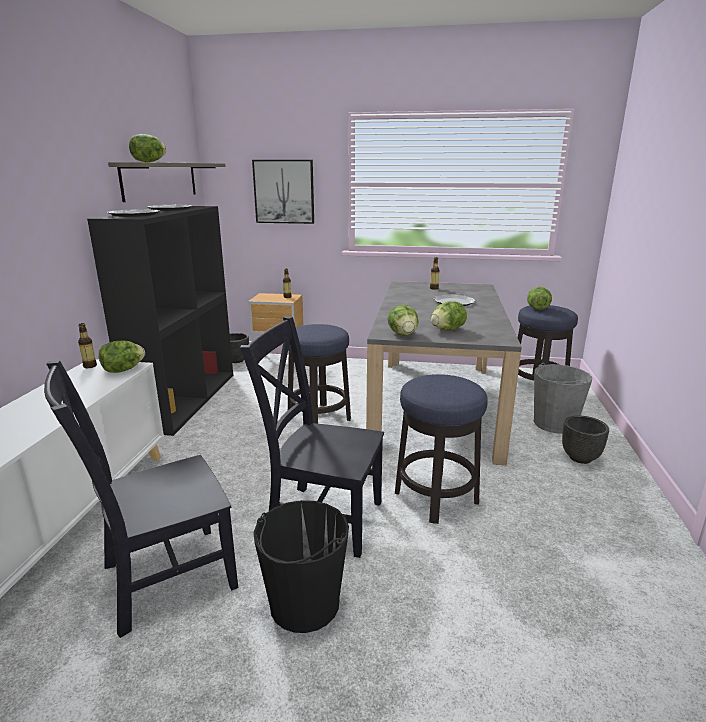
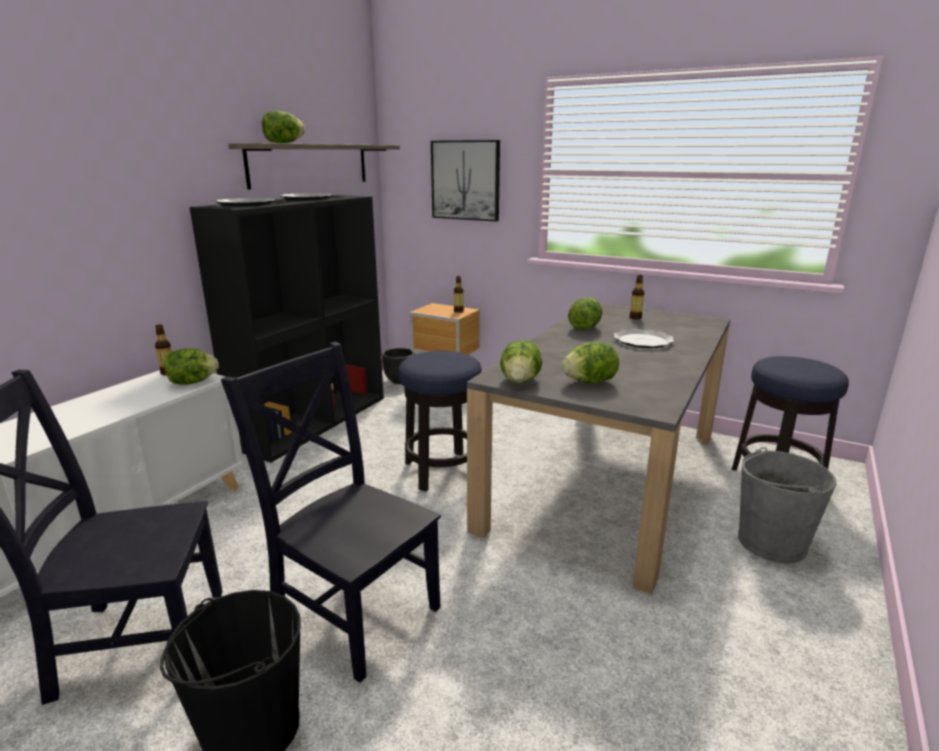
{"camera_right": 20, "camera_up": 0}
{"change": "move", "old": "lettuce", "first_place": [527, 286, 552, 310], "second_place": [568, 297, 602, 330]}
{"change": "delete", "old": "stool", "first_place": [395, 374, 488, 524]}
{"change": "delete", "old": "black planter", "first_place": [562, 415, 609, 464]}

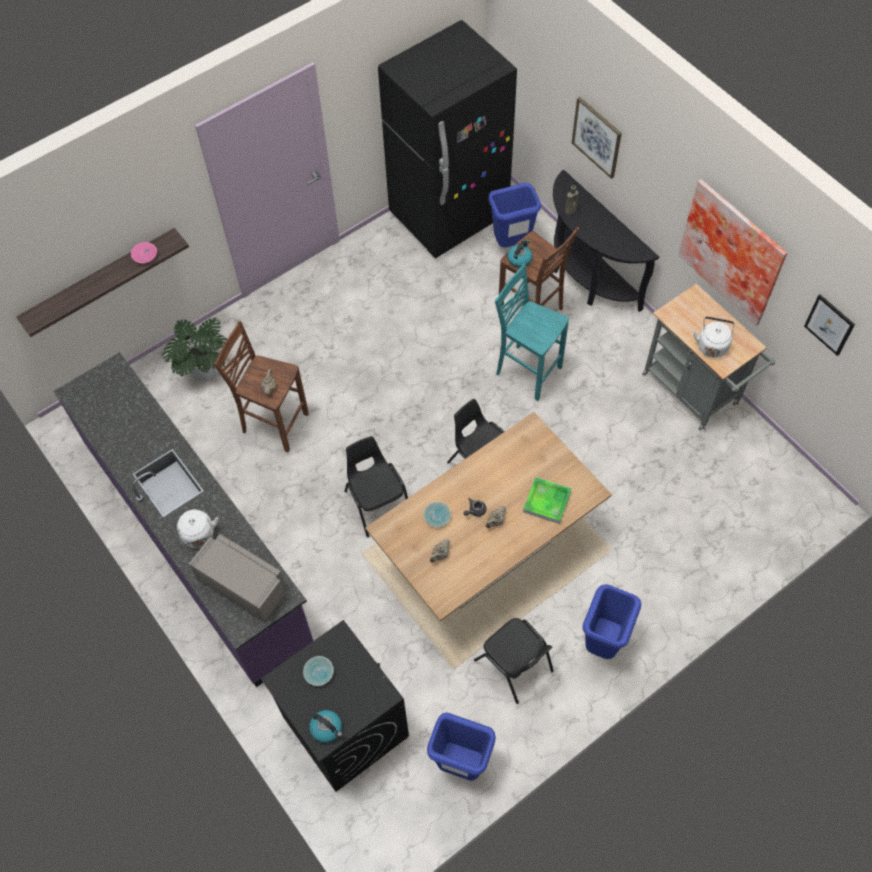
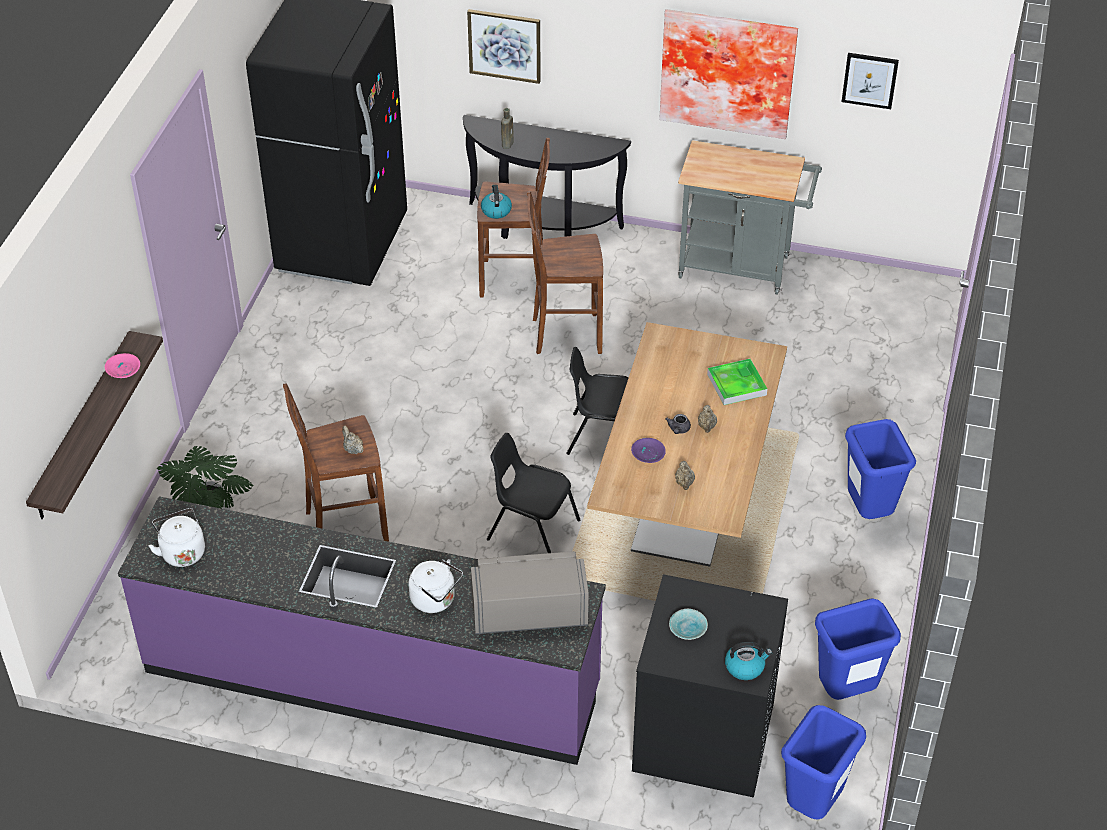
{"camera_right": -40, "camera_up": -15}
{"change": "move", "old": "white kettle", "first_place": [693, 317, 735, 358], "second_place": [149, 508, 205, 567]}
{"change": "recolor", "old": "turquoise stool", "new": "brown stool", "first_place": [495, 264, 569, 401], "second_place": [527, 191, 603, 354]}
{"change": "recolor", "old": "turquoise bowl", "new": "purple bowl", "first_place": [423, 502, 451, 527], "second_place": [631, 438, 666, 463]}
{"change": "move", "old": "blue trash can", "first_place": [488, 183, 541, 248], "second_place": [781, 705, 866, 819]}
{"change": "delete", "old": "black chair", "first_place": [474, 618, 554, 704]}

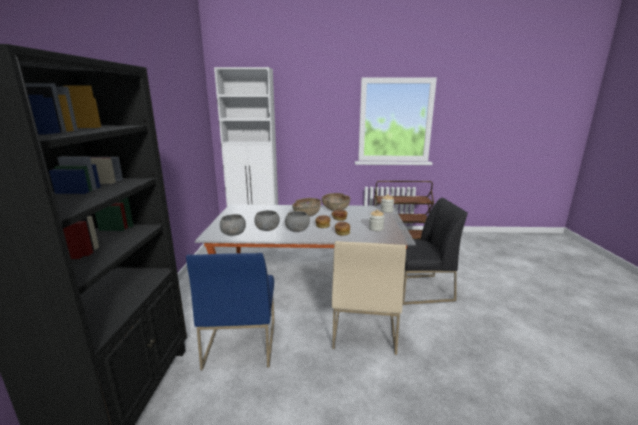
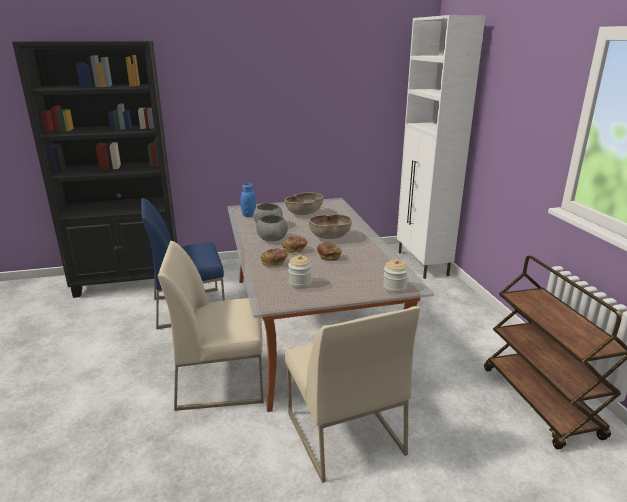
{"camera_right": 75, "camera_up": 5}
{"change": "replace", "old": "grey bowl", "new": "blue jar", "first_place": [220, 214, 246, 236], "second_place": [240, 183, 256, 217]}
{"change": "move", "old": "brown bowl", "first_place": [322, 193, 350, 211], "second_place": [285, 192, 323, 215]}
{"change": "recolor", "old": "black chair", "new": "beige chair", "first_place": [403, 197, 468, 305], "second_place": [285, 306, 420, 483]}

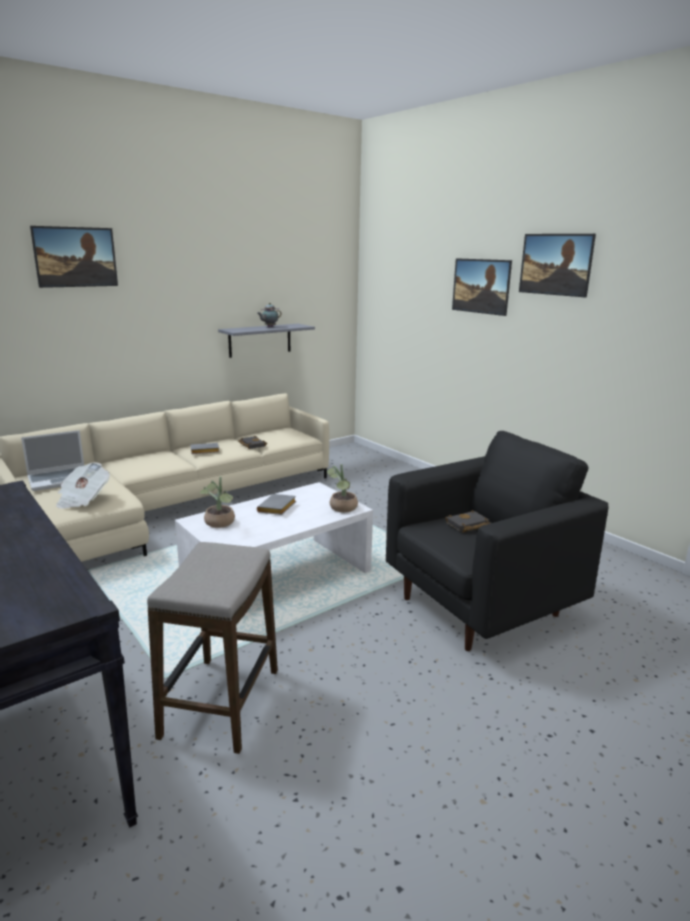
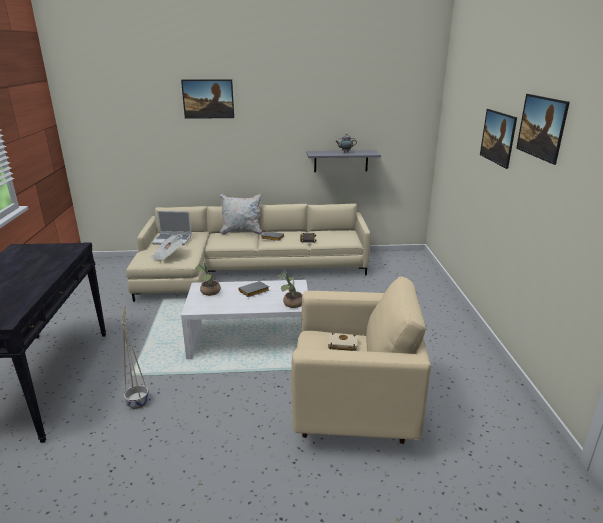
{"camera_right": 35, "camera_up": 5}
{"change": "replace", "old": "stool", "new": "beige planter", "first_place": [147, 542, 278, 754], "second_place": [121, 306, 150, 409]}
{"change": "insert", "new": "white pillow", "second_place": [219, 194, 262, 235]}
{"change": "recolor", "old": "black armchair", "new": "beige armchair", "first_place": [386, 431, 608, 651], "second_place": [291, 276, 431, 444]}
{"change": "recolor", "old": "black book", "new": "beige book", "first_place": [445, 510, 490, 533], "second_place": [328, 333, 358, 351]}

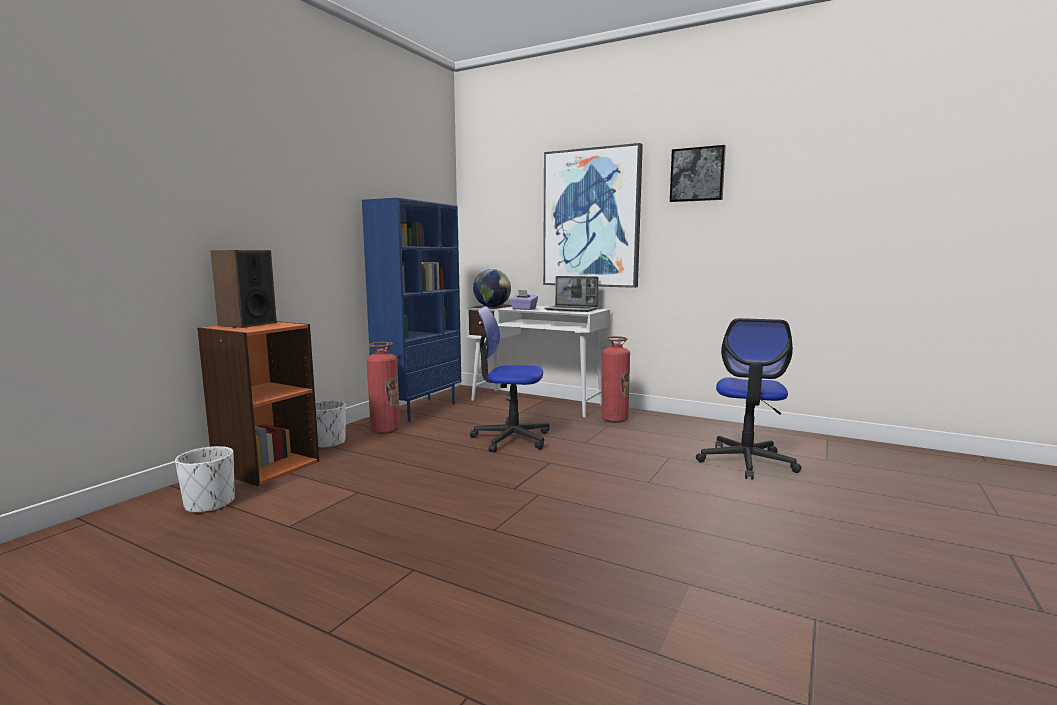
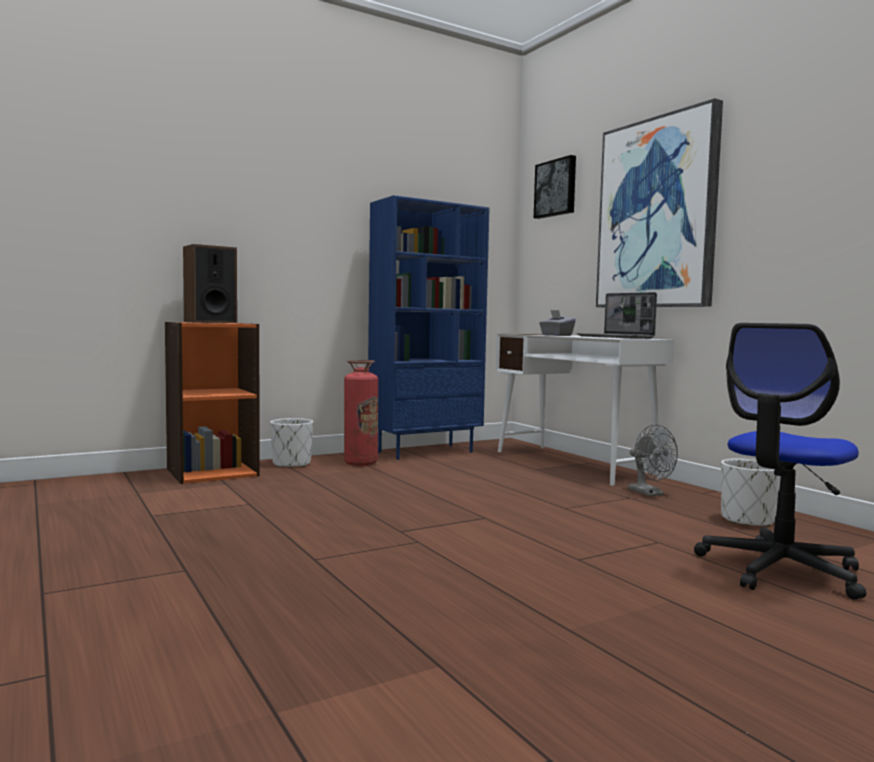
{"camera_right": 30, "camera_up": -5}
{"change": "move", "old": "picture", "first_place": [670, 145, 726, 202], "second_place": [534, 155, 576, 219]}
{"change": "recolor", "old": "purple tissue box", "new": "grey tissue box", "first_place": [510, 290, 538, 310], "second_place": [539, 310, 576, 336]}
{"change": "replace", "old": "fire extinguisher", "new": "grey fan", "first_place": [601, 336, 630, 423], "second_place": [628, 424, 678, 496]}
{"change": "move", "old": "white planter", "first_place": [175, 446, 235, 513], "second_place": [721, 459, 781, 527]}
{"change": "delete", "old": "office chair", "first_place": [470, 306, 550, 453]}
{"change": "delete", "old": "globe", "first_place": [473, 269, 511, 307]}

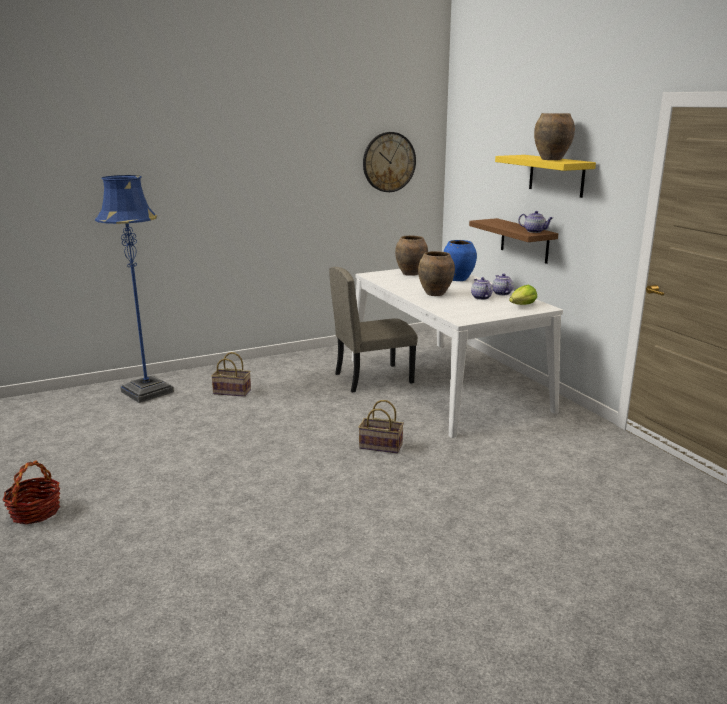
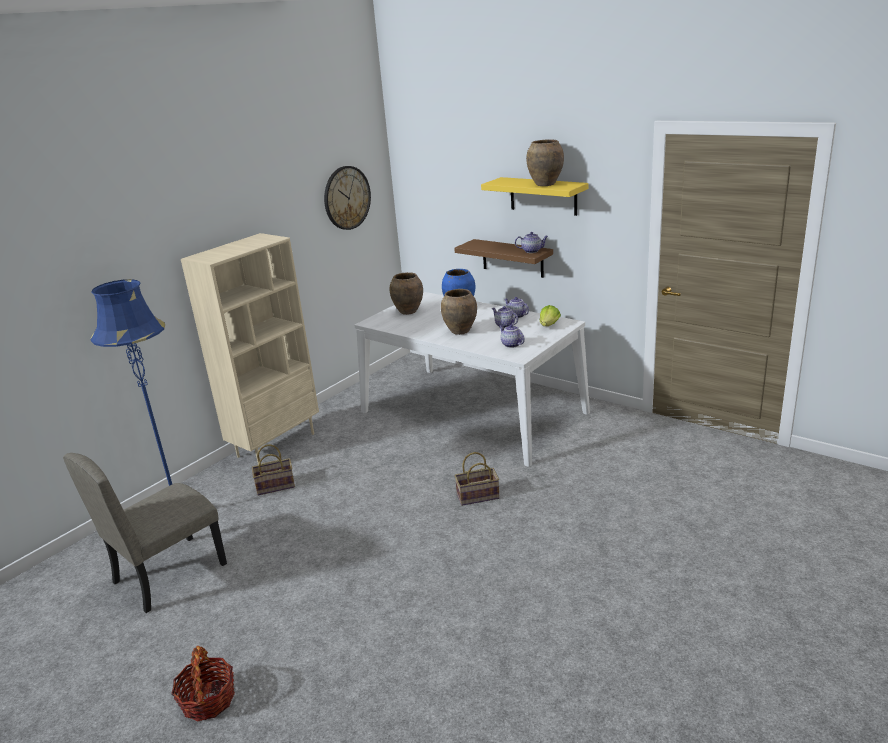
{"camera_right": -25, "camera_up": 5}
{"change": "move", "old": "beige chair", "first_place": [329, 267, 418, 393], "second_place": [63, 453, 227, 613]}
{"change": "insert", "new": "beige bookcase", "second_place": [181, 233, 319, 465]}
{"change": "insert", "new": "teapot", "second_place": [499, 324, 525, 348]}

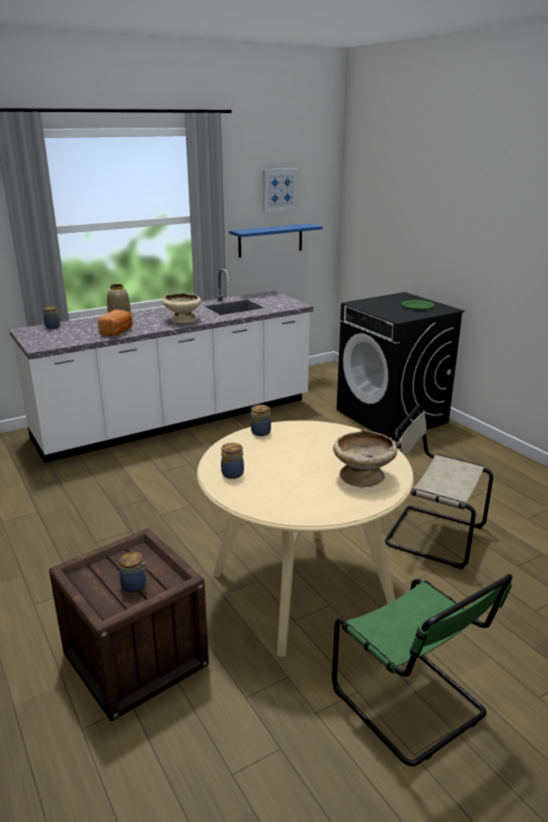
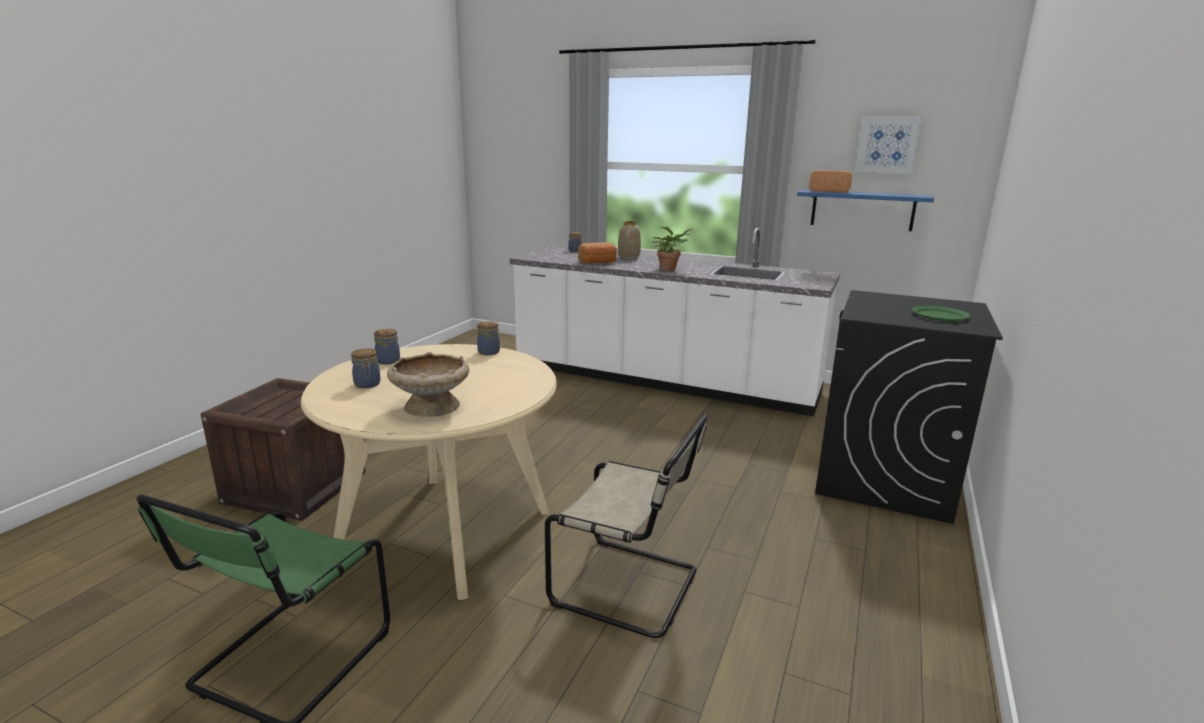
{"camera_right": 55, "camera_up": -5}
{"change": "move", "old": "jar", "first_place": [119, 552, 148, 593], "second_place": [351, 349, 380, 388]}
{"change": "rotate", "old": "beige chair", "first_place": [385, 405, 493, 569], "second_place": [545, 414, 708, 638], "degrees": 120}
{"change": "replace", "old": "beige bowl", "new": "potted plant", "first_place": [162, 292, 201, 323], "second_place": [652, 227, 693, 271]}
{"change": "insert", "new": "bread", "second_place": [809, 170, 852, 192]}

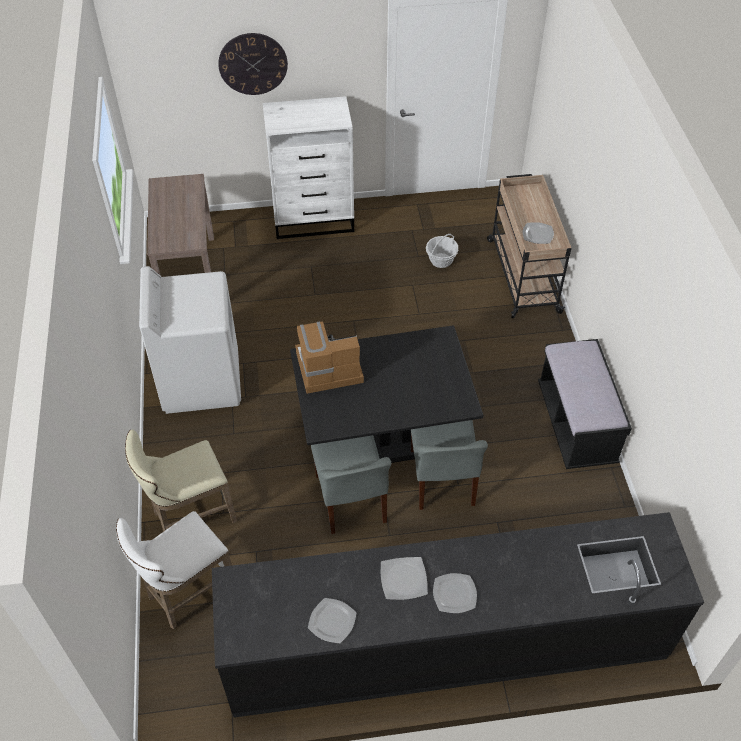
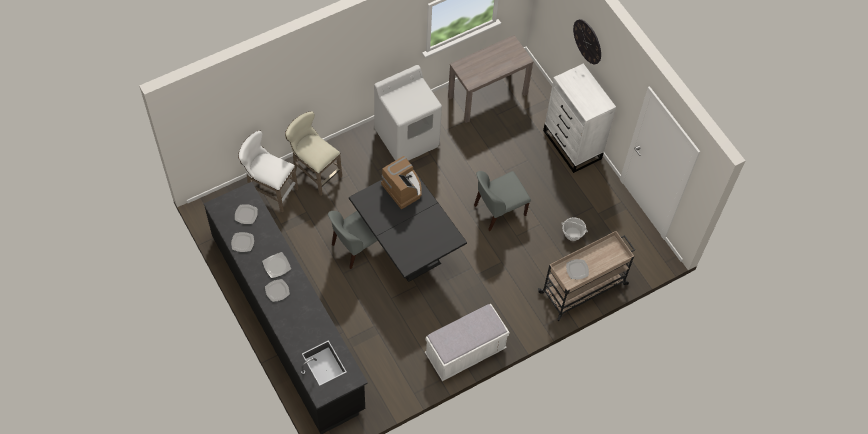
{"camera_right": 65, "camera_up": 10}
{"change": "insert", "new": "plate", "second_place": [235, 204, 258, 224]}
{"change": "recolor", "old": "black bench", "new": "white bench", "first_place": [538, 339, 632, 469], "second_place": [425, 304, 510, 381]}
{"change": "move", "old": "grey chair", "first_place": [411, 420, 488, 510], "second_place": [474, 171, 531, 231]}

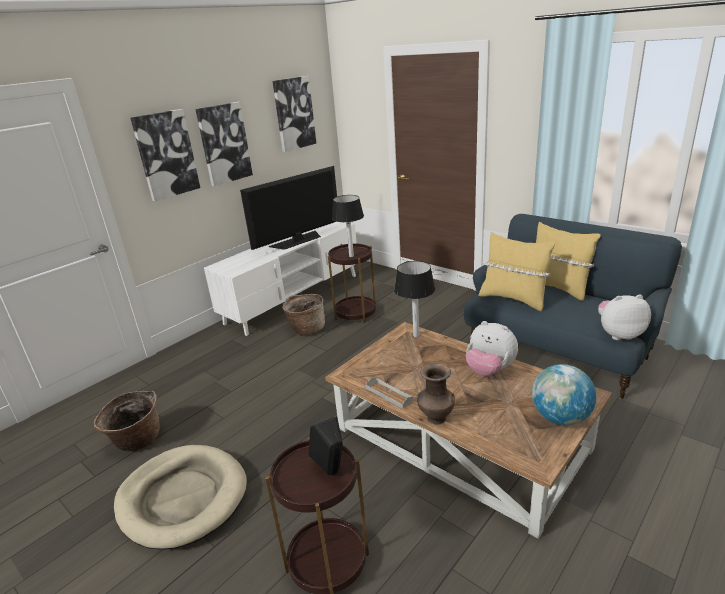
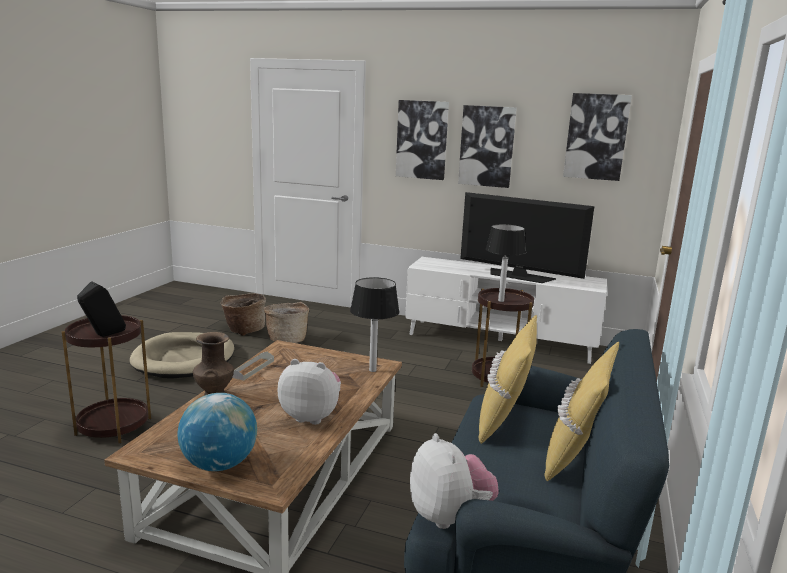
{"camera_right": 65, "camera_up": -10}
{"change": "move", "old": "basket", "first_place": [283, 294, 325, 336], "second_place": [264, 302, 309, 343]}
{"change": "rotate", "old": "plush toy", "first_place": [466, 321, 518, 376], "second_place": [278, 359, 341, 425], "degrees": 90}

